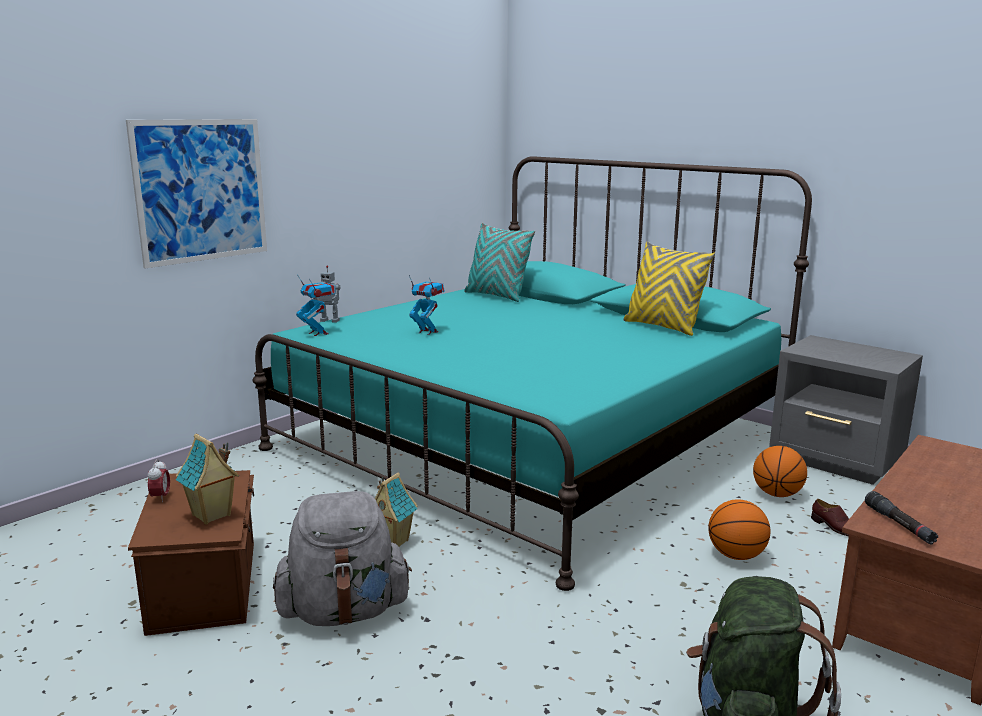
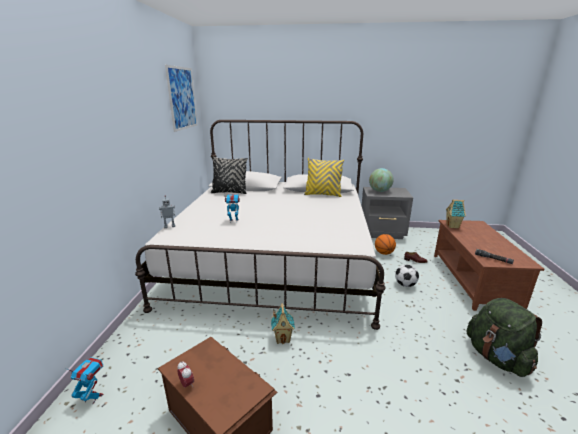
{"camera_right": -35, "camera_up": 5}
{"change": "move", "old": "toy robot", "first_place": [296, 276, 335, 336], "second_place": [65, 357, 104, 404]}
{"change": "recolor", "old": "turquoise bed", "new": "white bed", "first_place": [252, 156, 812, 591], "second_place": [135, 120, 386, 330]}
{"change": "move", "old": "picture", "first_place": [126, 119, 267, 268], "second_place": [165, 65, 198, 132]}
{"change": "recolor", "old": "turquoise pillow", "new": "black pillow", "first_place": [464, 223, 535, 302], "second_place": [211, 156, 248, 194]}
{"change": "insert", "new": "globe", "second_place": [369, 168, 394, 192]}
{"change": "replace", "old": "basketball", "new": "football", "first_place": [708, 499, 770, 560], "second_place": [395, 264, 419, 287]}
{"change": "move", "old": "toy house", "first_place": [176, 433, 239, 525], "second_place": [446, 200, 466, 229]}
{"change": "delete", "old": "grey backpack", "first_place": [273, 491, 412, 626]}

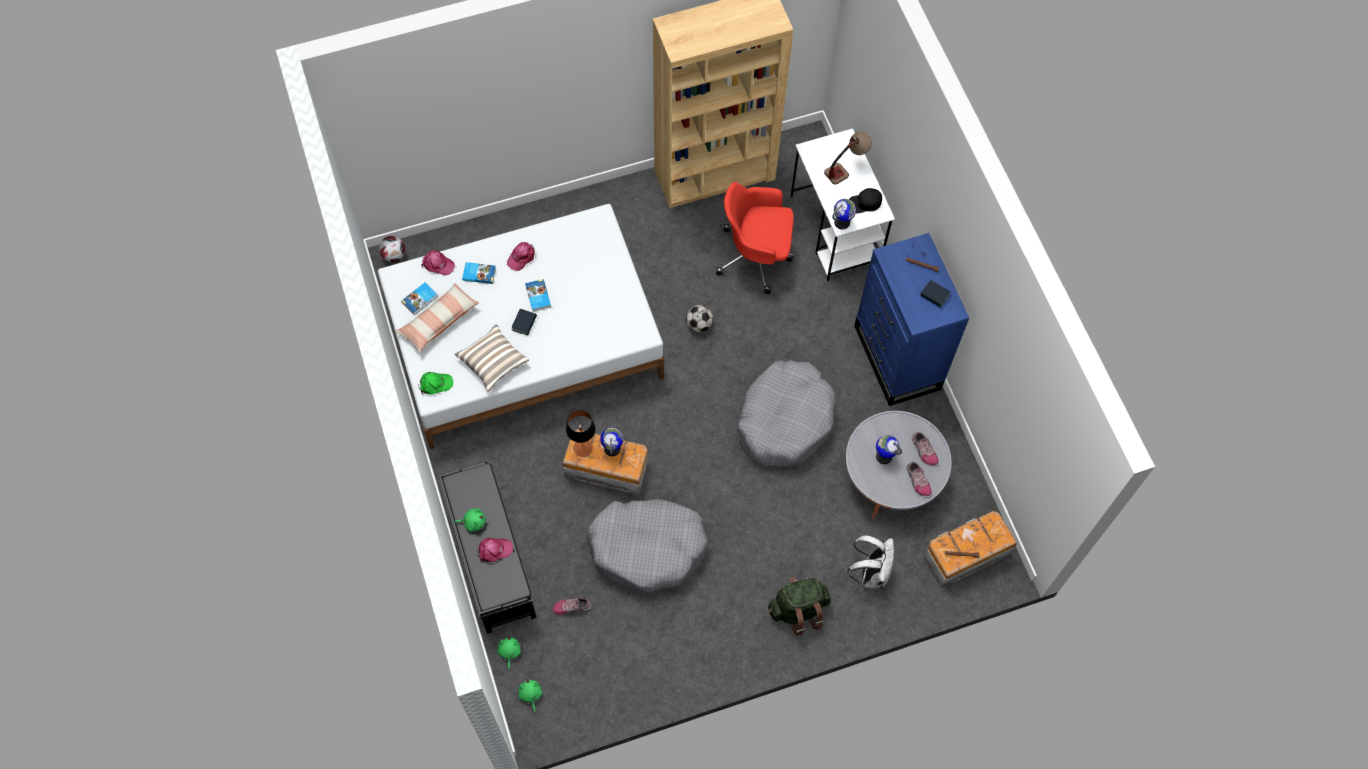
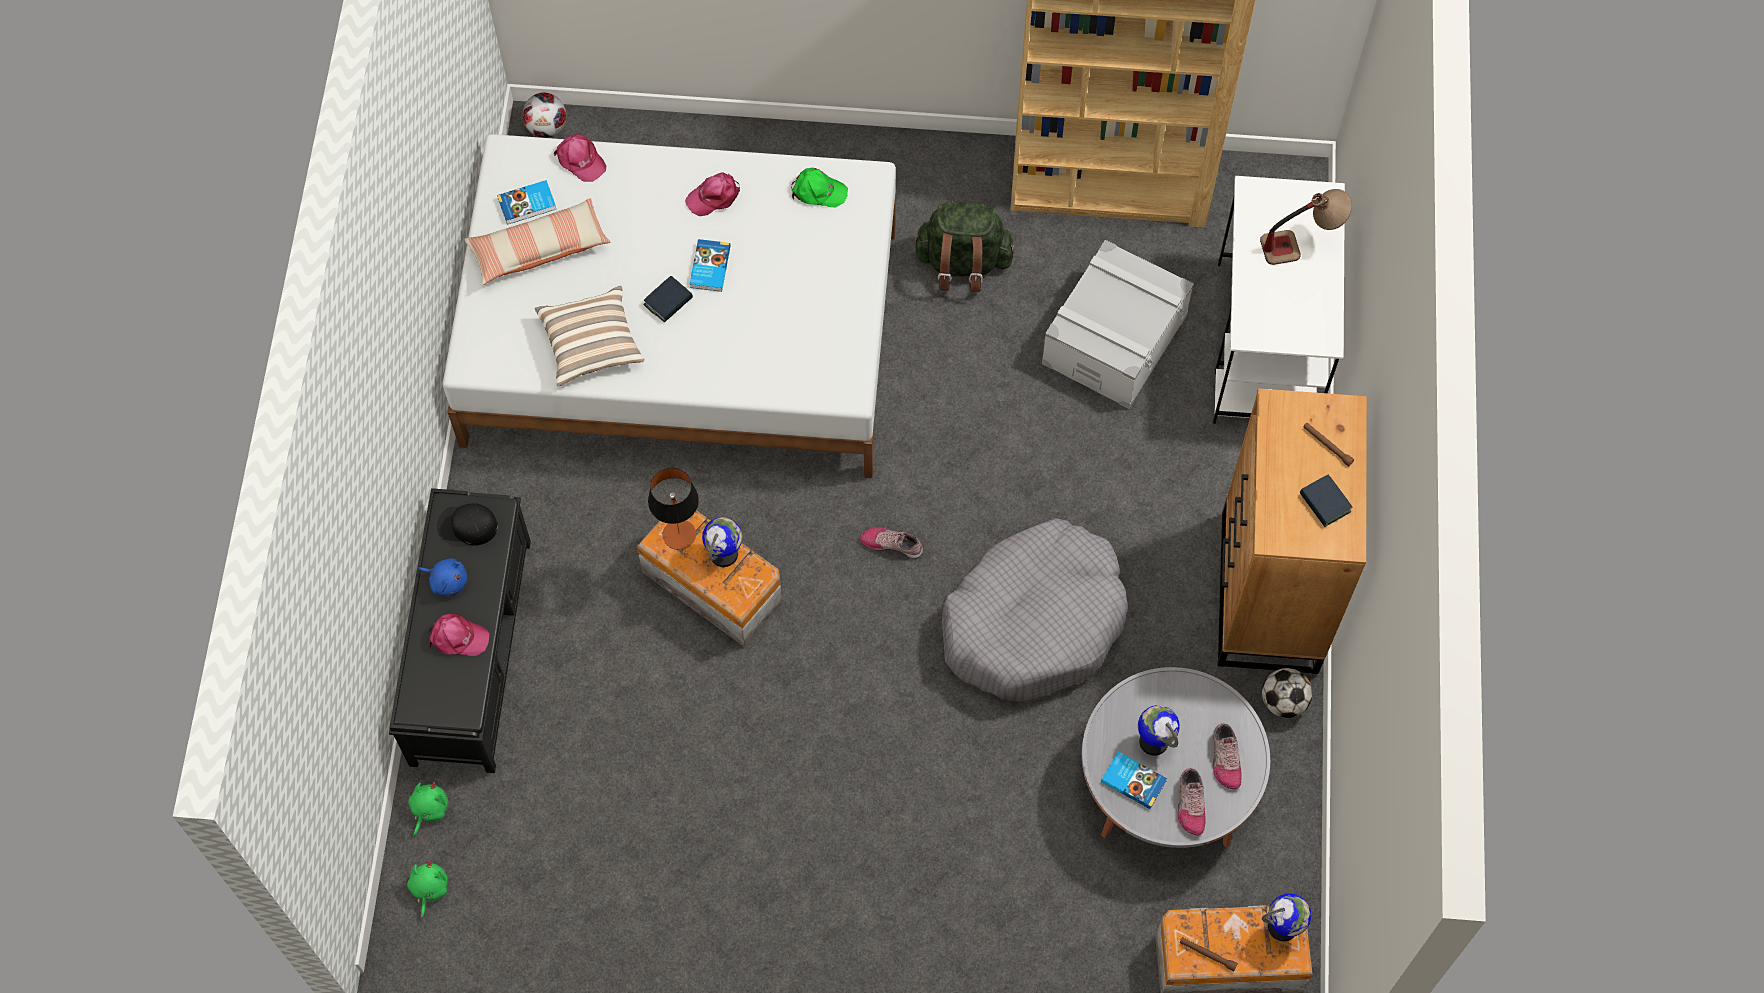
{"camera_right": 25, "camera_up": 0}
{"change": "recolor", "old": "green plush toy", "new": "blue plush toy", "first_place": [454, 508, 486, 532], "second_place": [418, 558, 467, 596]}
{"change": "move", "old": "black cap", "first_place": [849, 188, 882, 213], "second_place": [437, 503, 498, 546]}
{"change": "move", "old": "green cap", "first_place": [418, 372, 453, 394], "second_place": [791, 168, 848, 208]}
{"change": "move", "old": "shoe", "first_place": [552, 598, 592, 615], "second_place": [860, 527, 923, 559]}
{"change": "move", "old": "green backpack", "first_place": [768, 577, 831, 636], "second_place": [913, 202, 1014, 292]}
{"change": "replace", "old": "red office chair", "new": "grey storage box", "first_place": [716, 182, 794, 294], "second_place": [1042, 240, 1194, 409]}
{"change": "move", "old": "book", "first_place": [462, 262, 496, 284], "second_place": [1101, 752, 1167, 809]}
{"change": "recolor", "old": "blue dresser", "new": "brown dresser", "first_place": [854, 233, 969, 406], "second_place": [1217, 388, 1367, 674]}
{"change": "move", "old": "football", "first_place": [686, 305, 713, 332], "second_place": [1262, 668, 1312, 718]}
{"change": "move", "old": "globe", "first_place": [832, 199, 856, 229], "second_place": [1262, 893, 1311, 941]}
{"change": "delete", "old": "grey dog bed", "first_place": [587, 499, 709, 594]}
{"change": "delete", "old": "white backpack", "first_place": [848, 535, 894, 589]}

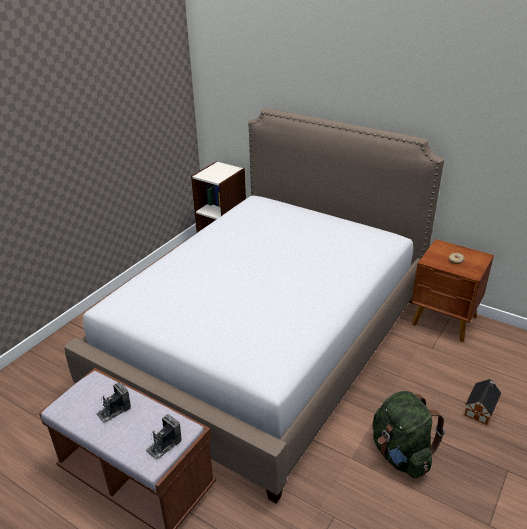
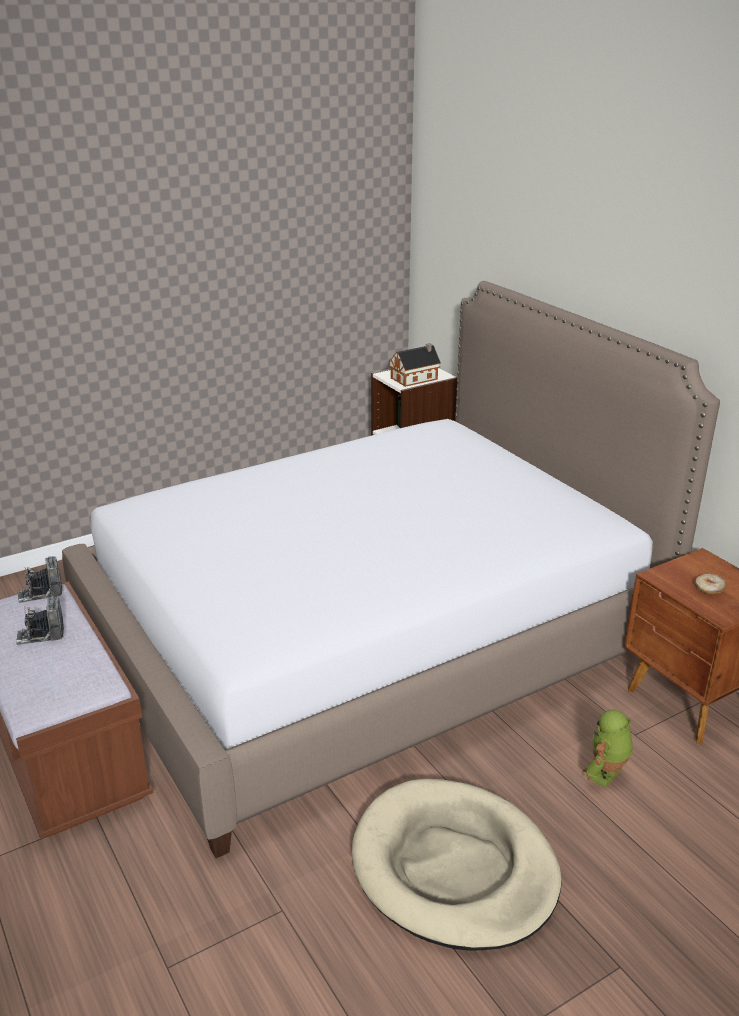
{"camera_right": 25, "camera_up": -5}
{"change": "move", "old": "photo camera", "first_place": [145, 414, 181, 460], "second_place": [17, 556, 62, 603]}
{"change": "replace", "old": "green backpack", "new": "beige dog bed", "first_place": [372, 391, 445, 479], "second_place": [352, 779, 562, 951]}
{"change": "move", "old": "toy house", "first_place": [464, 379, 501, 425], "second_place": [389, 343, 441, 387]}
{"change": "insert", "new": "toy robot", "second_place": [583, 710, 633, 788]}

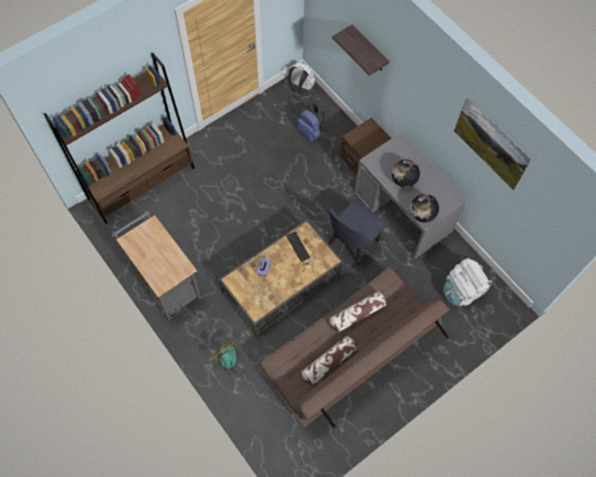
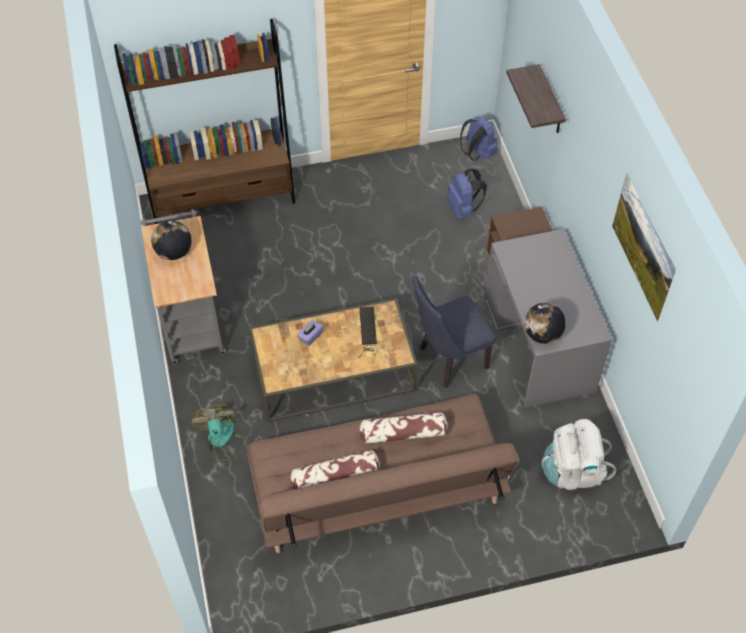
{"camera_right": 25, "camera_up": -10}
{"change": "move", "old": "globe", "first_place": [392, 159, 420, 188], "second_place": [151, 220, 192, 260]}
{"change": "recolor", "old": "white backpack", "new": "blue backpack", "first_place": [289, 62, 315, 94], "second_place": [460, 116, 497, 161]}

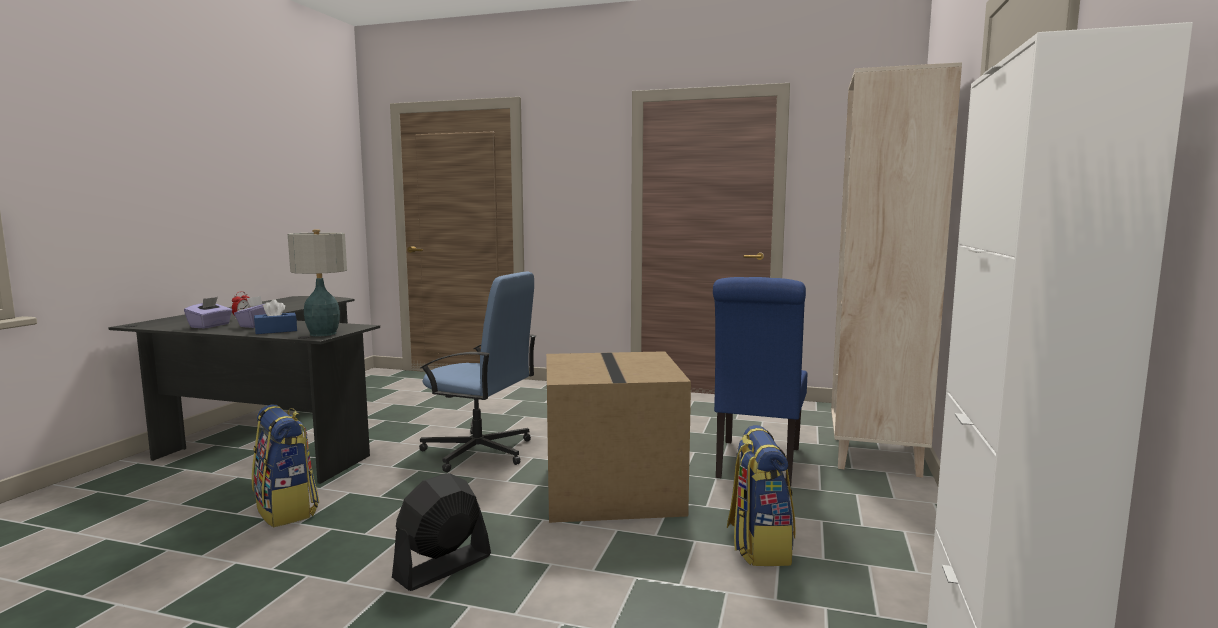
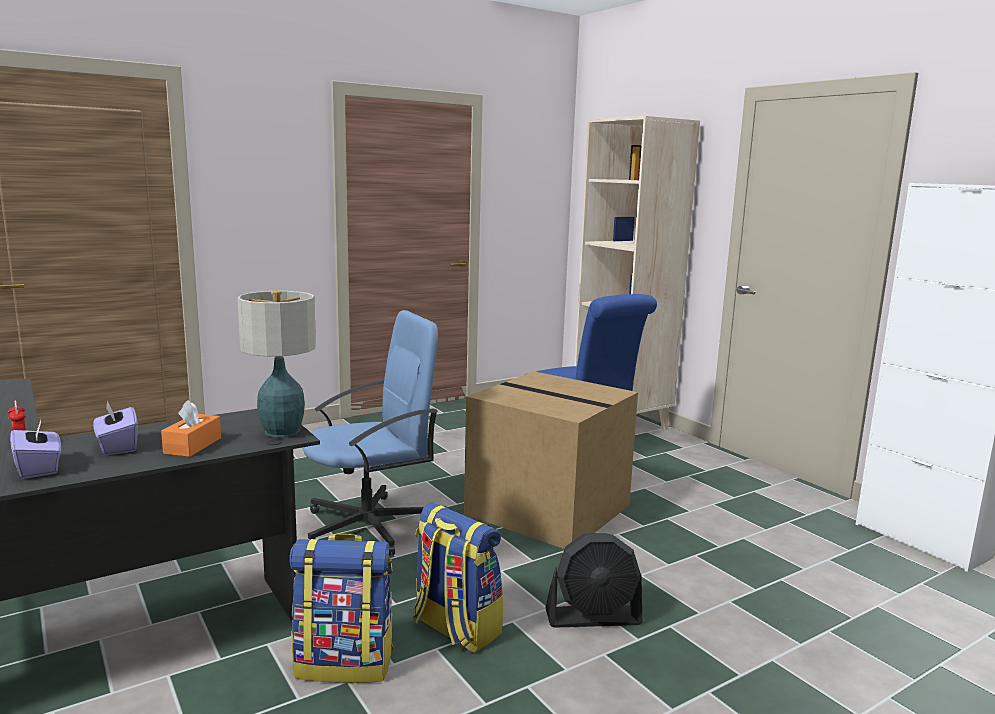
{"camera_right": -50, "camera_up": 5}
{"change": "recolor", "old": "blue tissue box", "new": "orange tissue box", "first_place": [254, 299, 297, 334], "second_place": [161, 400, 221, 457]}
{"change": "move", "old": "backpack", "first_place": [727, 425, 796, 566], "second_place": [413, 502, 503, 653]}
{"change": "rotate", "old": "black fan", "first_place": [392, 473, 491, 591], "second_place": [545, 533, 643, 628], "degrees": -90}

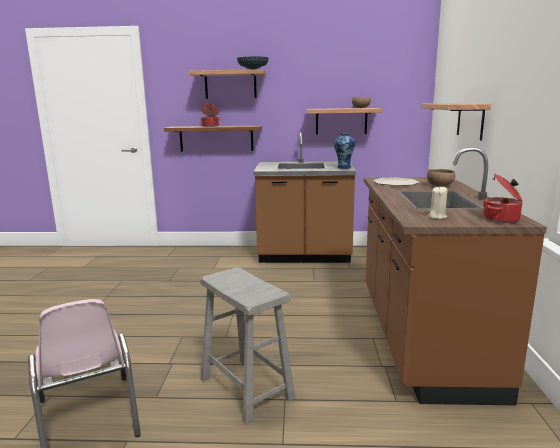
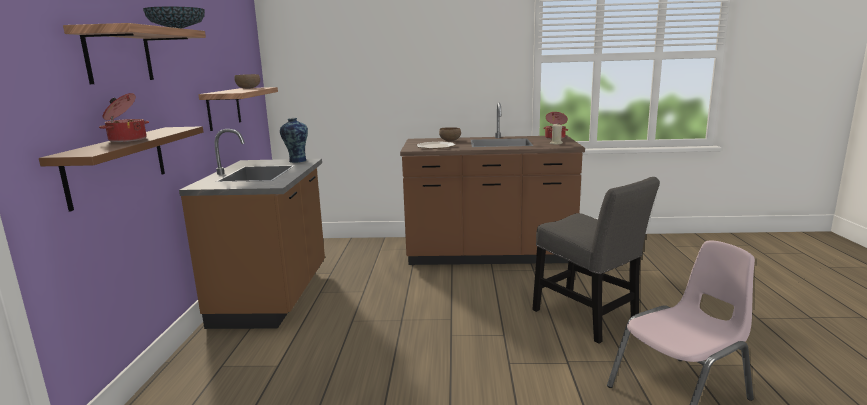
{"camera_right": -90, "camera_up": 0}
{"change": "replace", "old": "grey stool", "new": "grey chair", "first_place": [200, 268, 295, 424], "second_place": [532, 177, 660, 344]}
{"change": "delete", "old": "shelf", "first_place": [421, 103, 491, 140]}

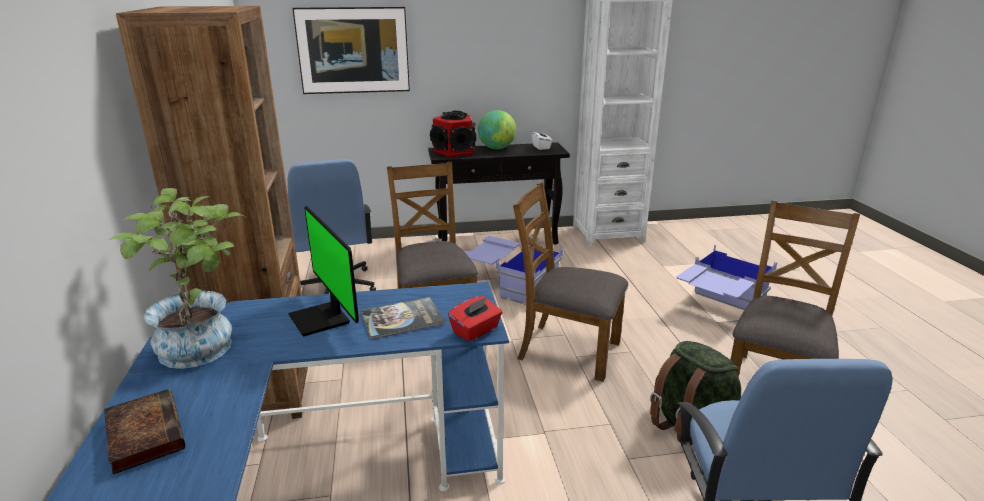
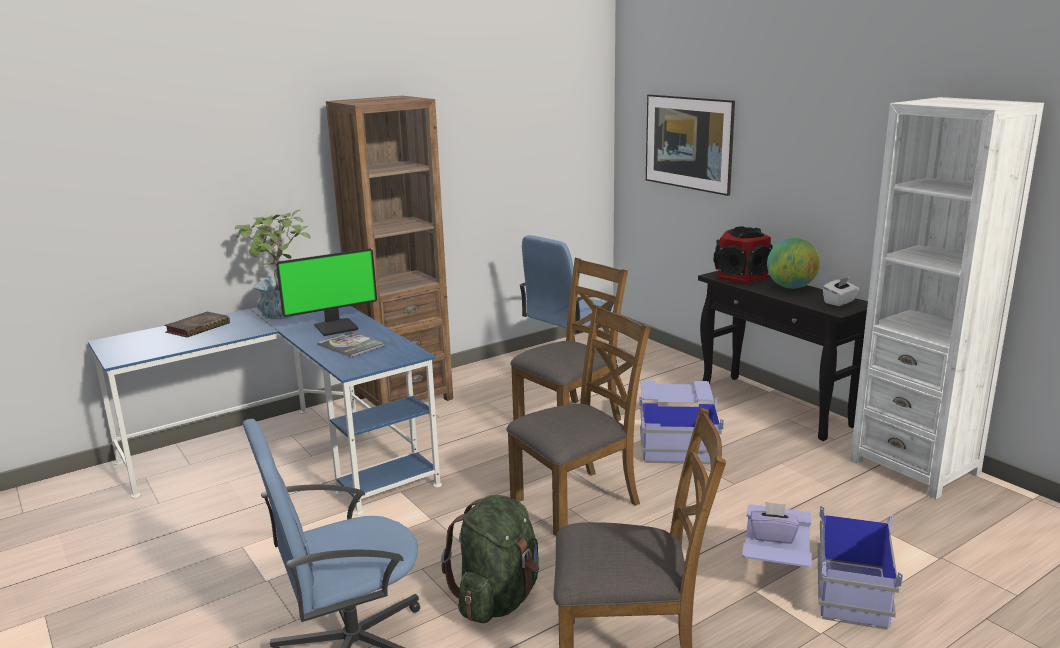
{"camera_right": 65, "camera_up": -5}
{"change": "rotate", "old": "monitor", "first_place": [288, 206, 359, 337], "second_place": [276, 248, 377, 336], "degrees": -150}
{"change": "rotate", "old": "brown chair", "first_place": [513, 182, 628, 382], "second_place": [506, 305, 650, 536], "degrees": 60}
{"change": "insert", "new": "purple tissue box", "second_place": [751, 502, 799, 544]}
{"change": "delete", "old": "red tissue box", "first_place": [448, 296, 503, 342]}

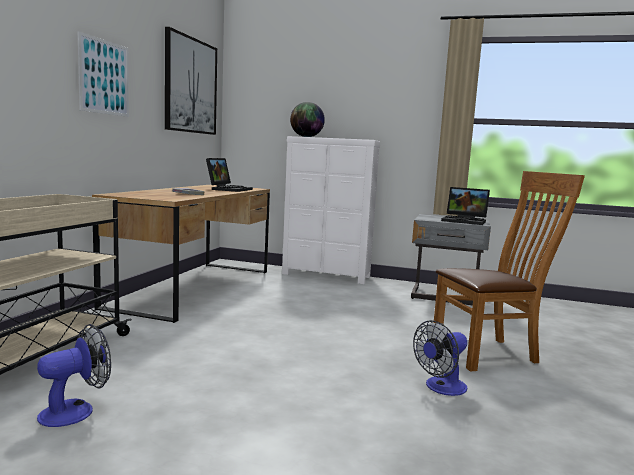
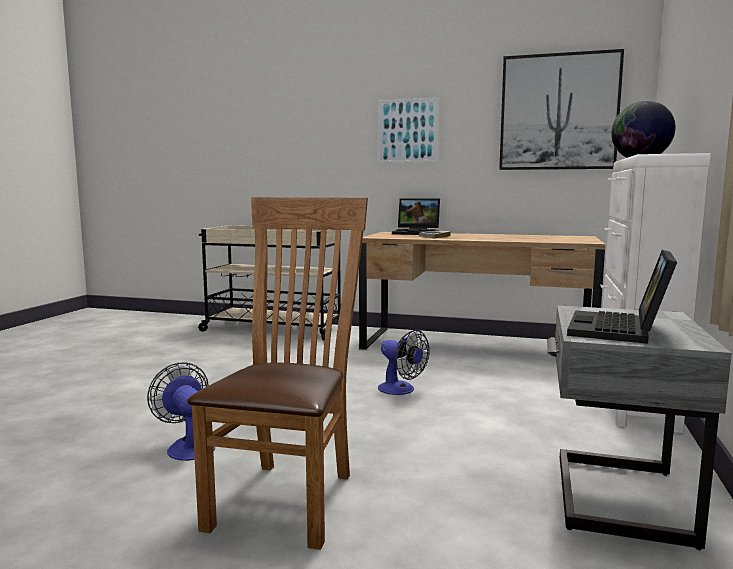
{"camera_right": 90, "camera_up": 0}
{"change": "rotate", "old": "brown chair", "first_place": [434, 171, 585, 372], "second_place": [187, 197, 368, 550], "degrees": -150}
{"change": "move", "old": "fan", "first_place": [37, 324, 111, 427], "second_place": [378, 330, 430, 395]}
{"change": "move", "old": "laptop", "first_place": [206, 158, 253, 192], "second_place": [392, 198, 440, 235]}

